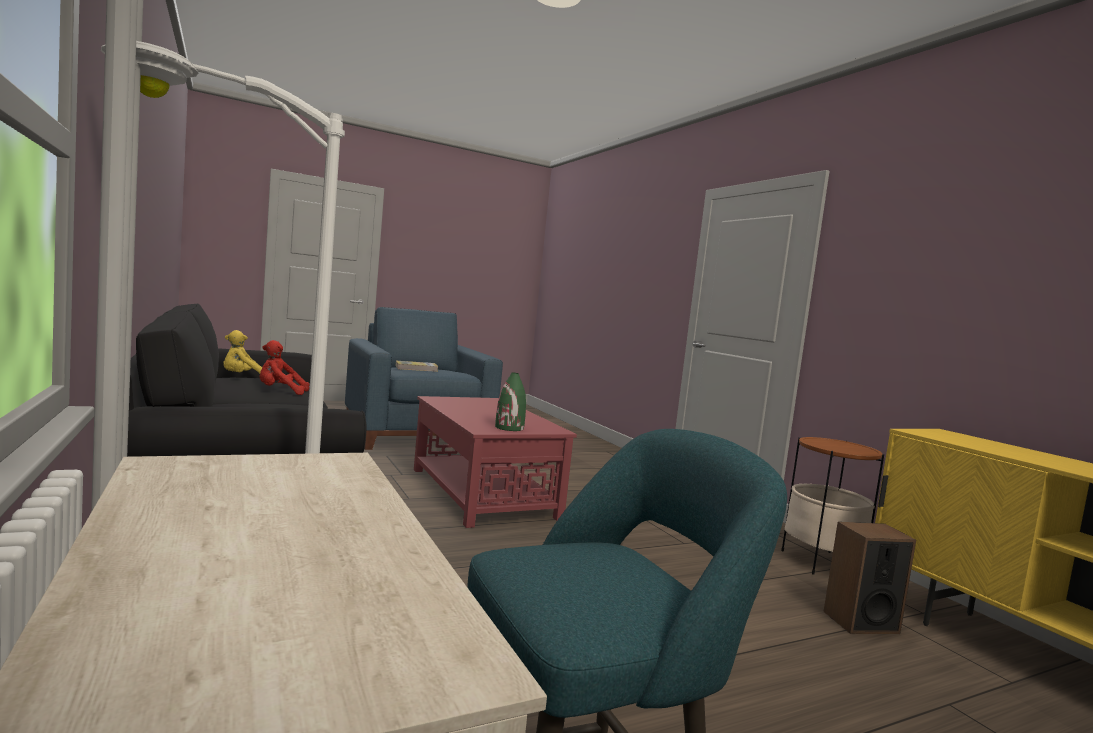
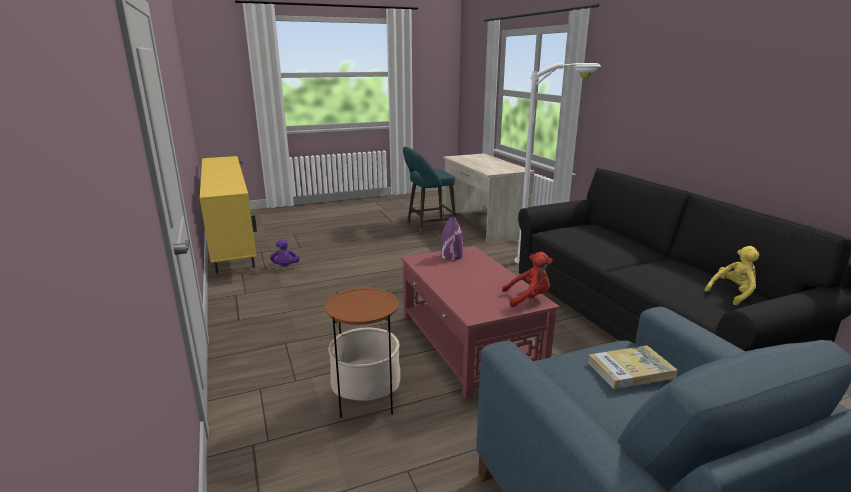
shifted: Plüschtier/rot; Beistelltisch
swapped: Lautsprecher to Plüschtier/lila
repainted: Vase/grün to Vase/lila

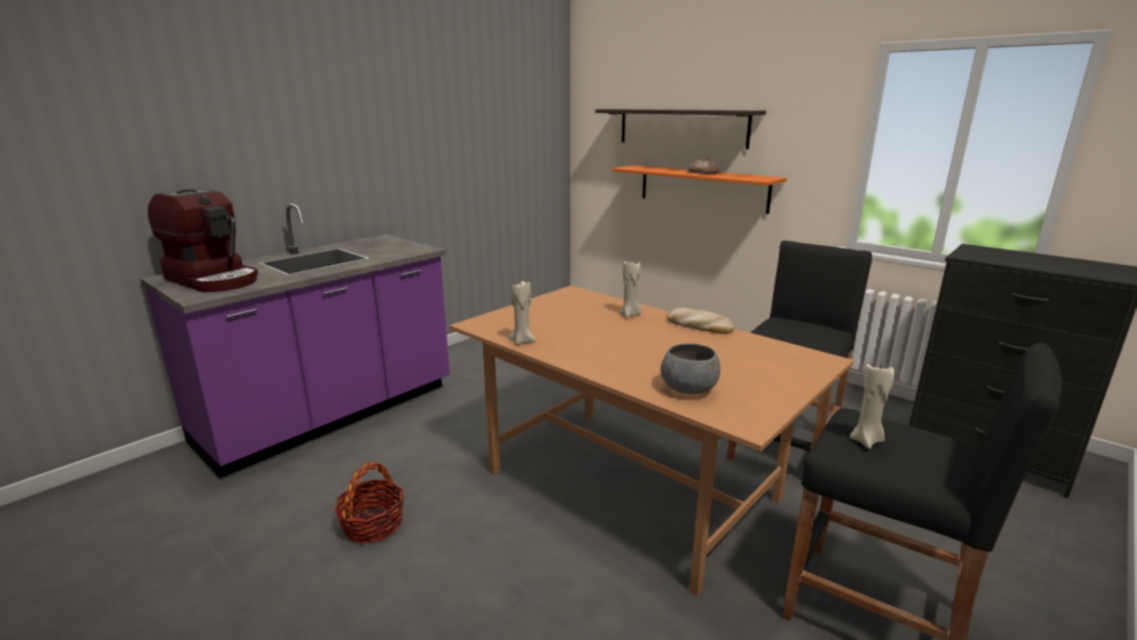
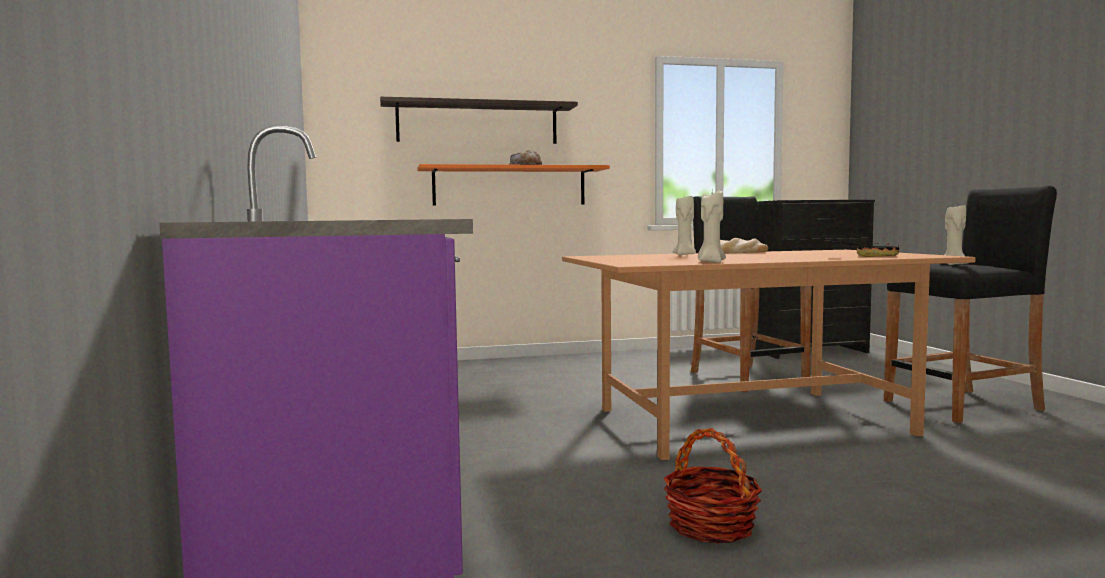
gone: Kaffeemaschine
swapped: Schüssel/grau to Pfanne

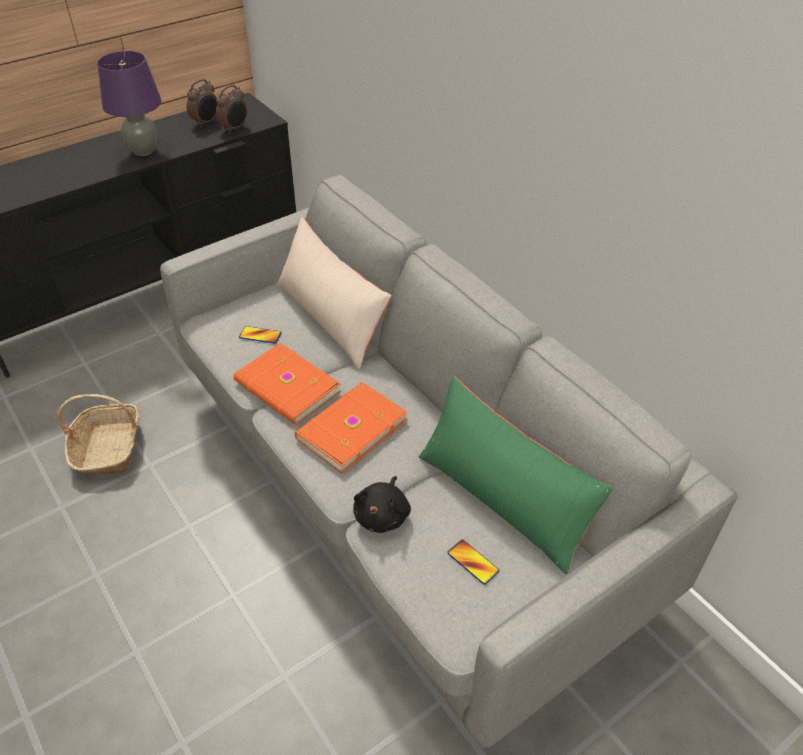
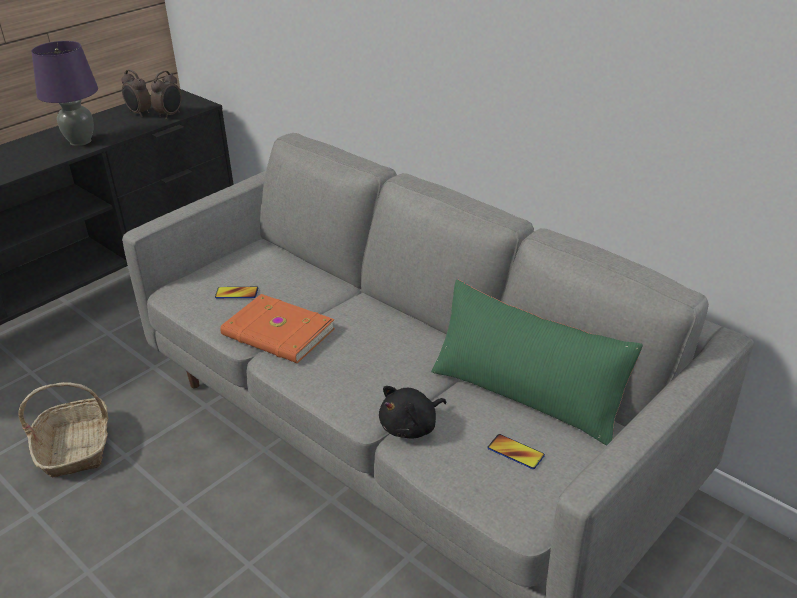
gone: Kissen/beige; Buch/orange (no. 2 from left)
rotated: Wecker (no. 1 from left) 105 degrees clockwise; Plüschtier/schwarz 45 degrees clockwise

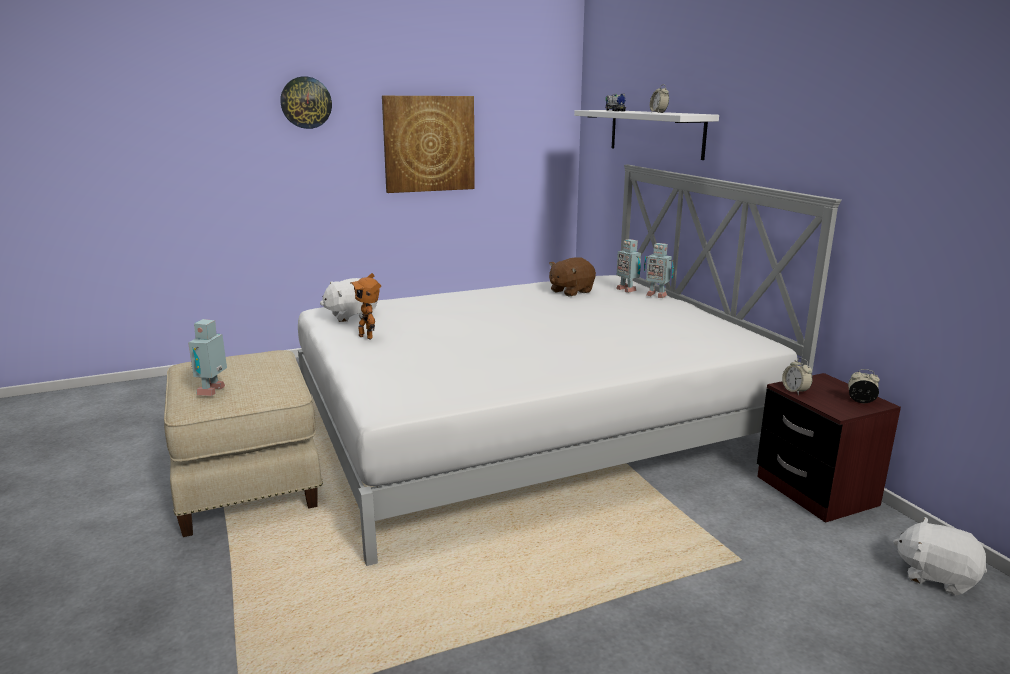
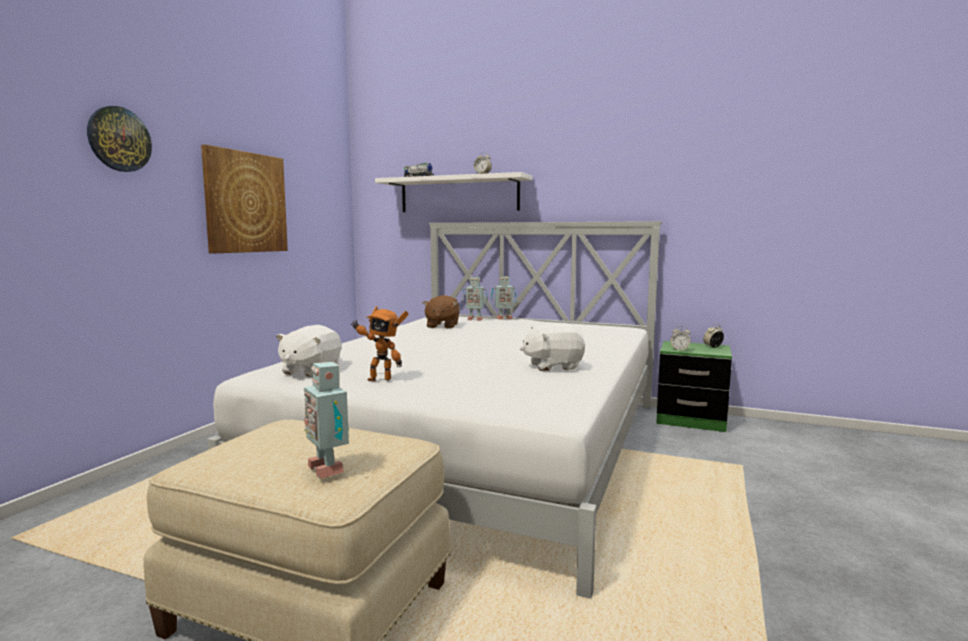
shifted: Plüschtier/weiß (no. 2 from left)
repainted: Nachttisch/braun to Nachttisch/grün

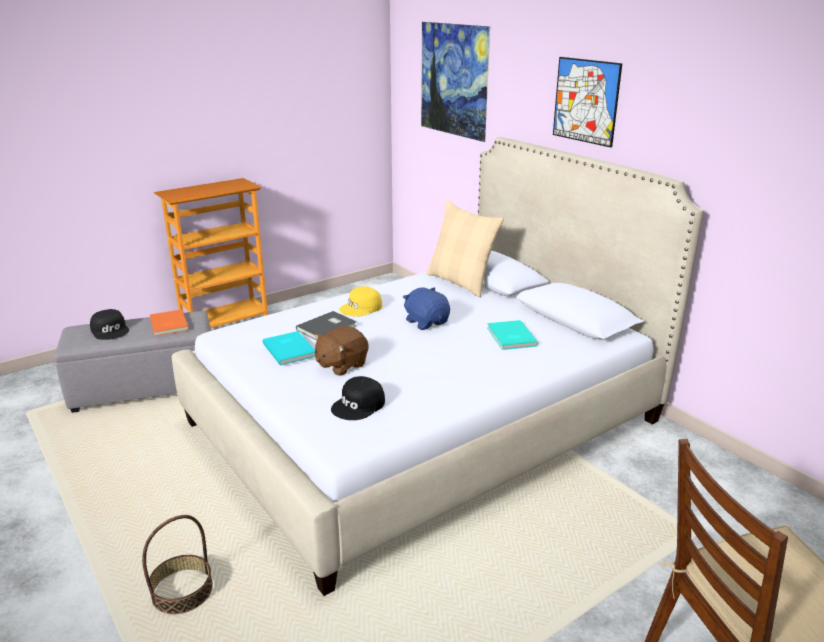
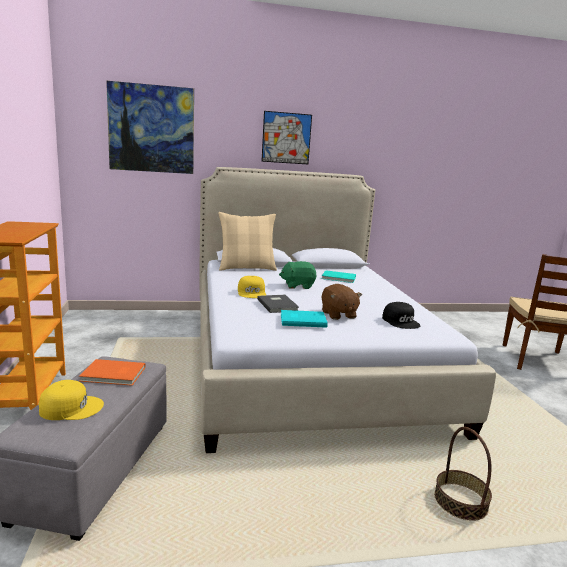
repainted: Kappe/schwarz (no. 1 from left) to Kappe/gelb (no. 1 from left); Plüschtier/blau to Plüschtier/grün

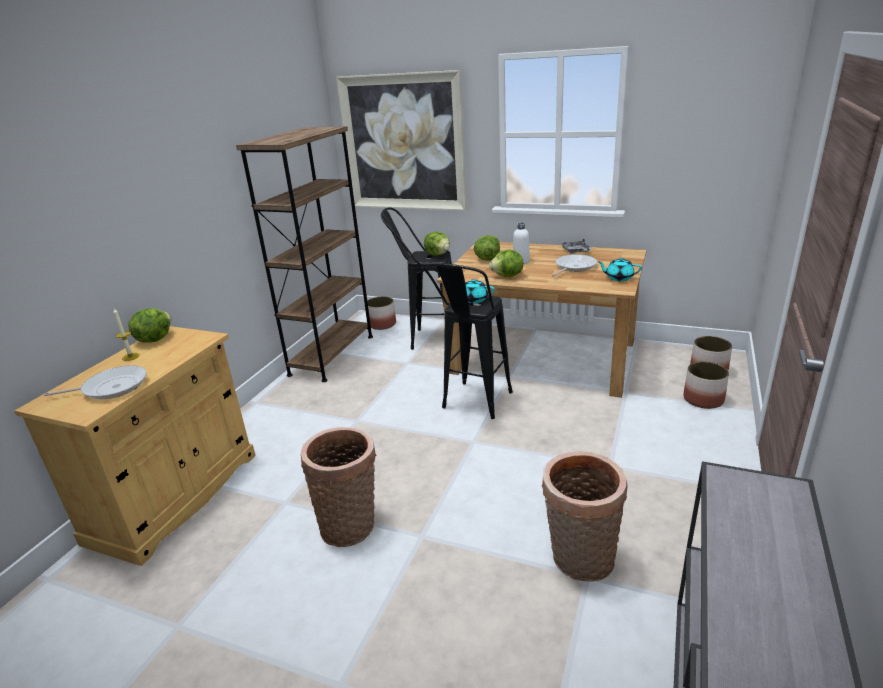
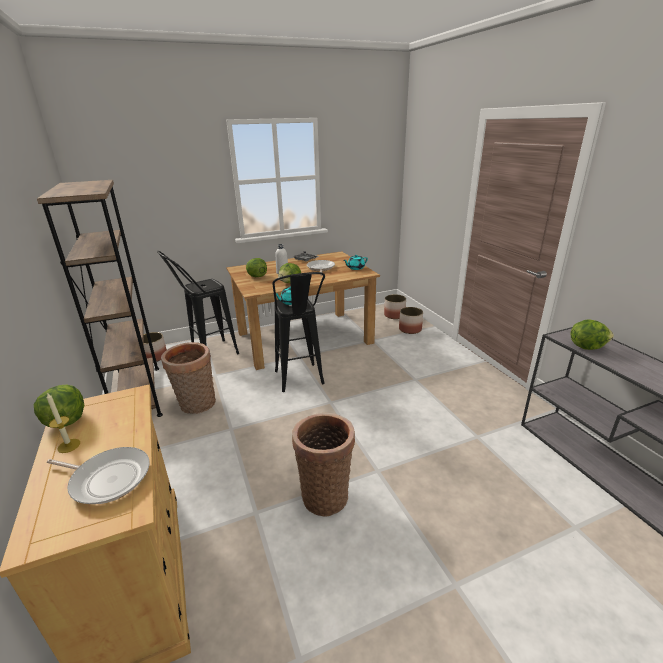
gone: Bild
shifted: Salatkopf (no. 2 from left in the first image) to Salatkopf (no. 4 from left); Korb (no. 2 from left in the first image) to Korb (no. 1 from left)
rotated: Pfanne (no. 1 from left) 75 degrees clockwise

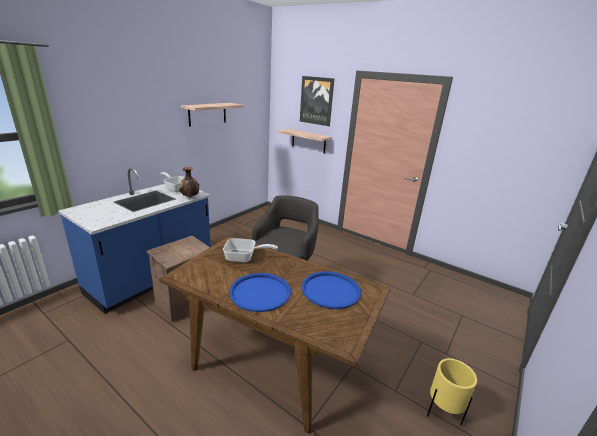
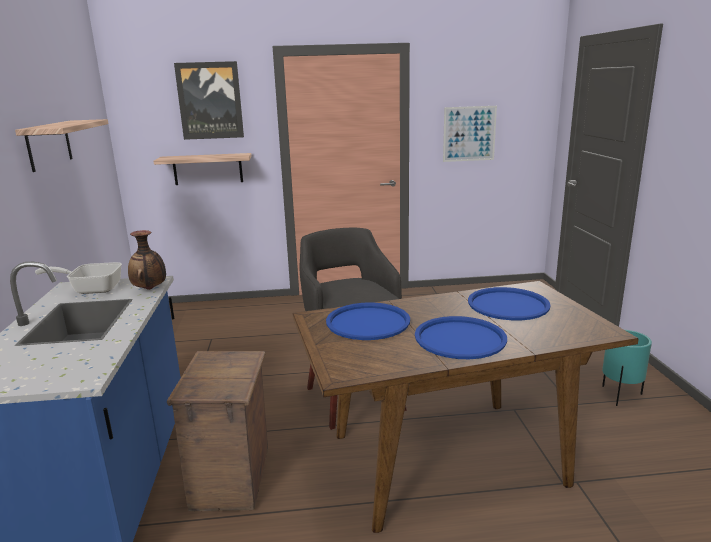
new: Bild (no. 2 from left)
swapped: Pfanne (no. 2 from left) to Tablett/blau (no. 1 from left)
repainted: Pflanzkübel/gelb to Pflanzkübel/türkis

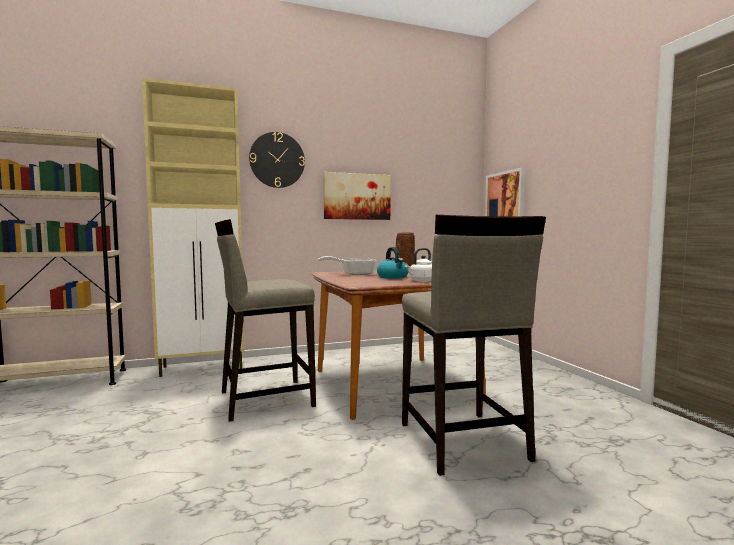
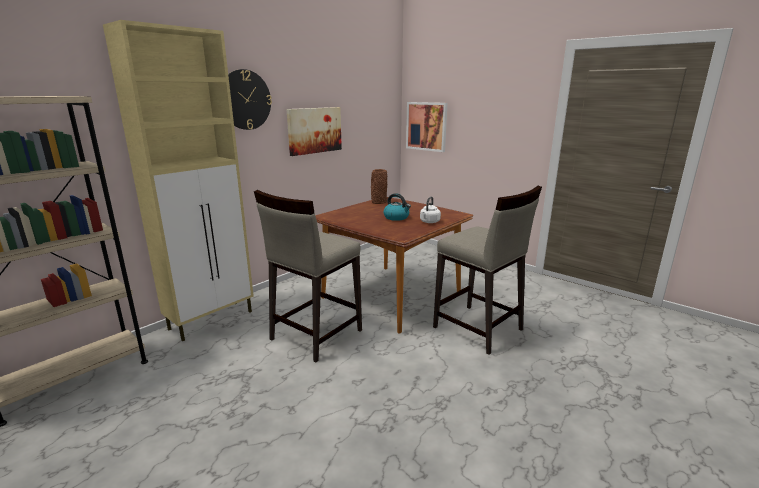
gone: Pfanne

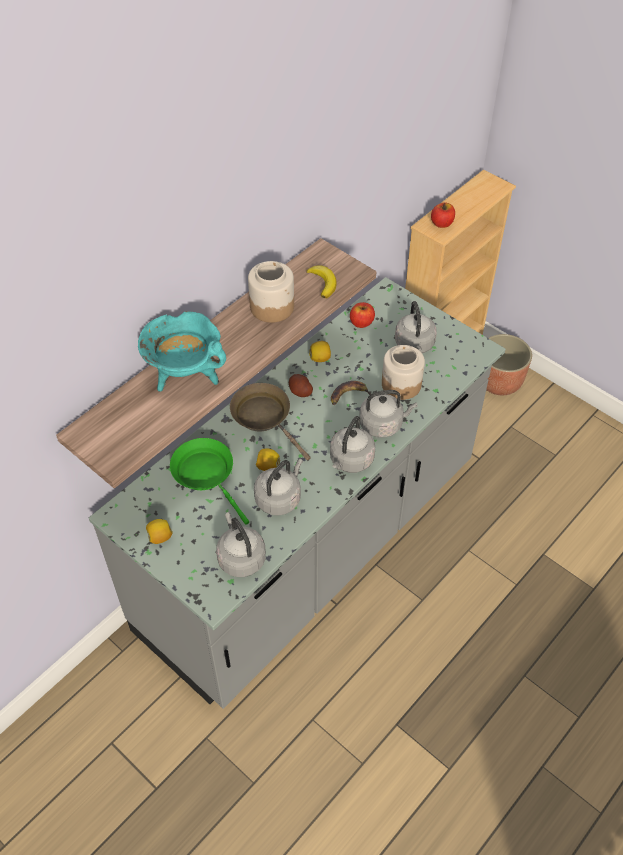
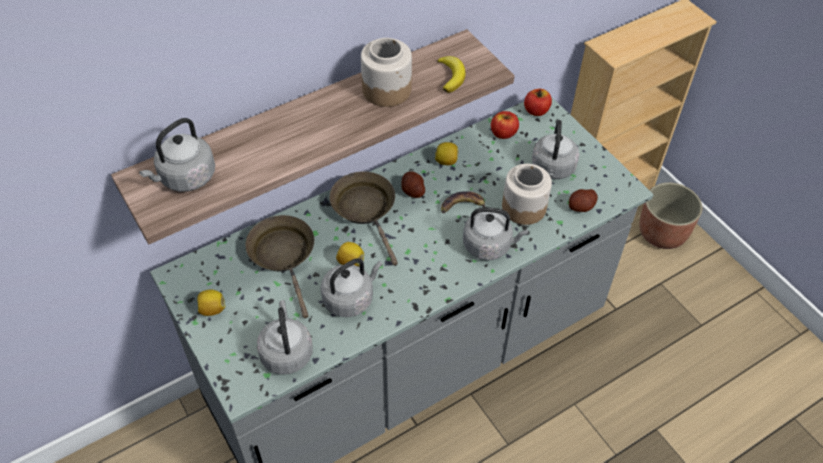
gone: Kochtopf/türkis
new: Kartoffel (no. 2 from left)
shifted: Wasserkessel/grau (no. 3 from left in the first image) to Wasserkessel/grau (no. 1 from left); Apfel (no. 2 from left)
repainted: Pfanne/grün to Pfanne/braun (no. 1 from left)

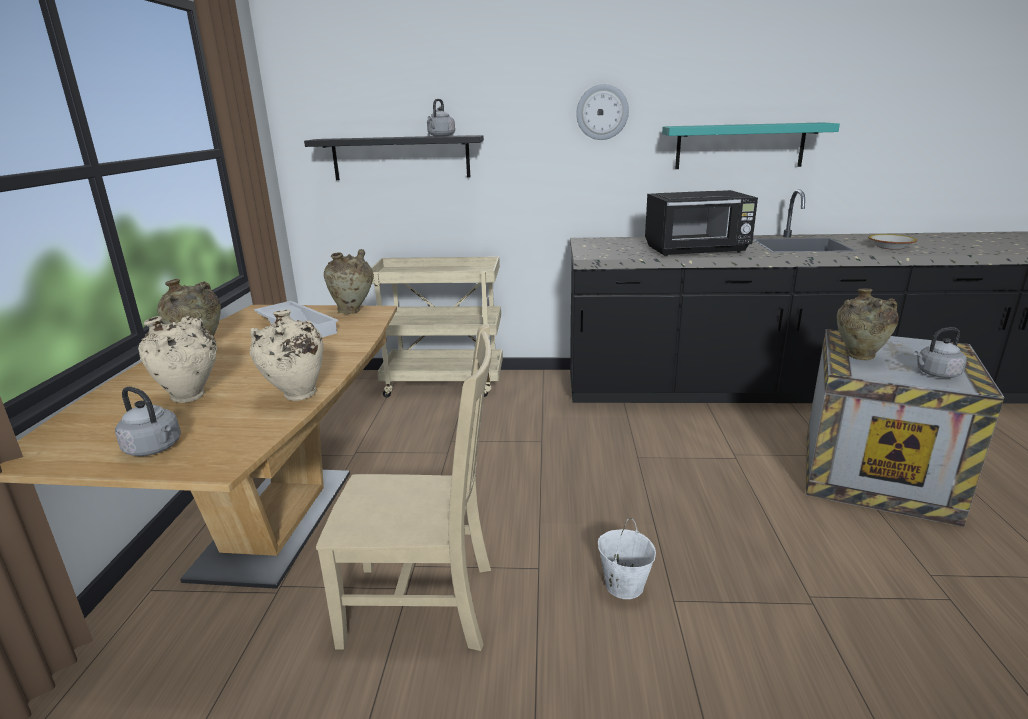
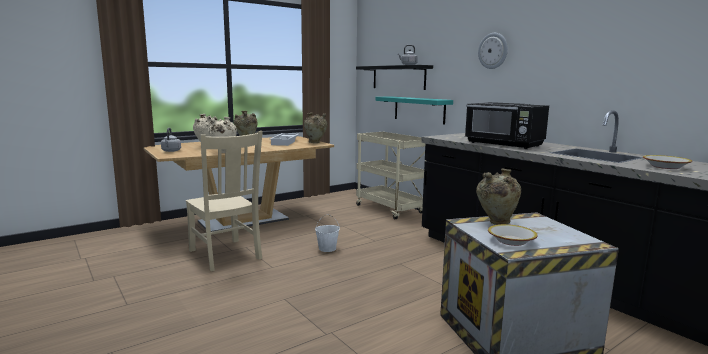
shifted: Eimer/weiß; Wandregal/türkis
swapped: Wasserkessel/grau (no. 3 from left) to Schüssel (no. 1 from left)

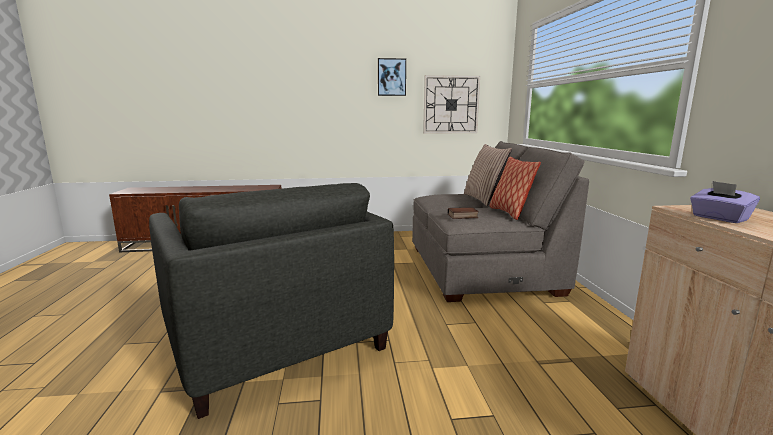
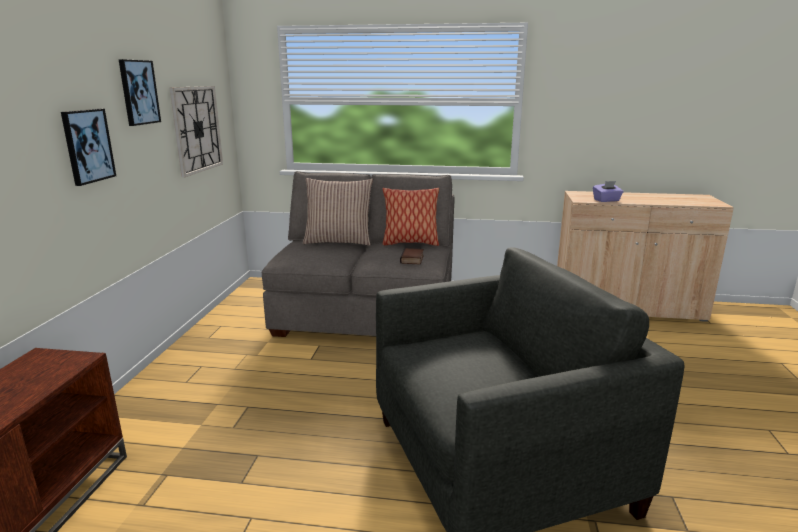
new: Bild (no. 1 from left)

